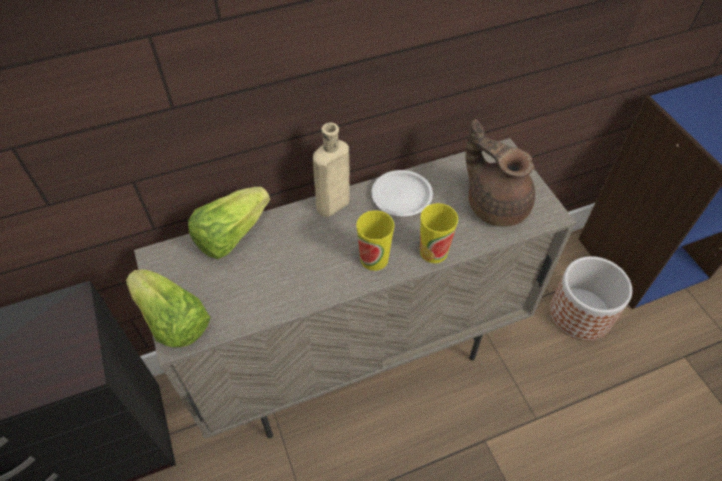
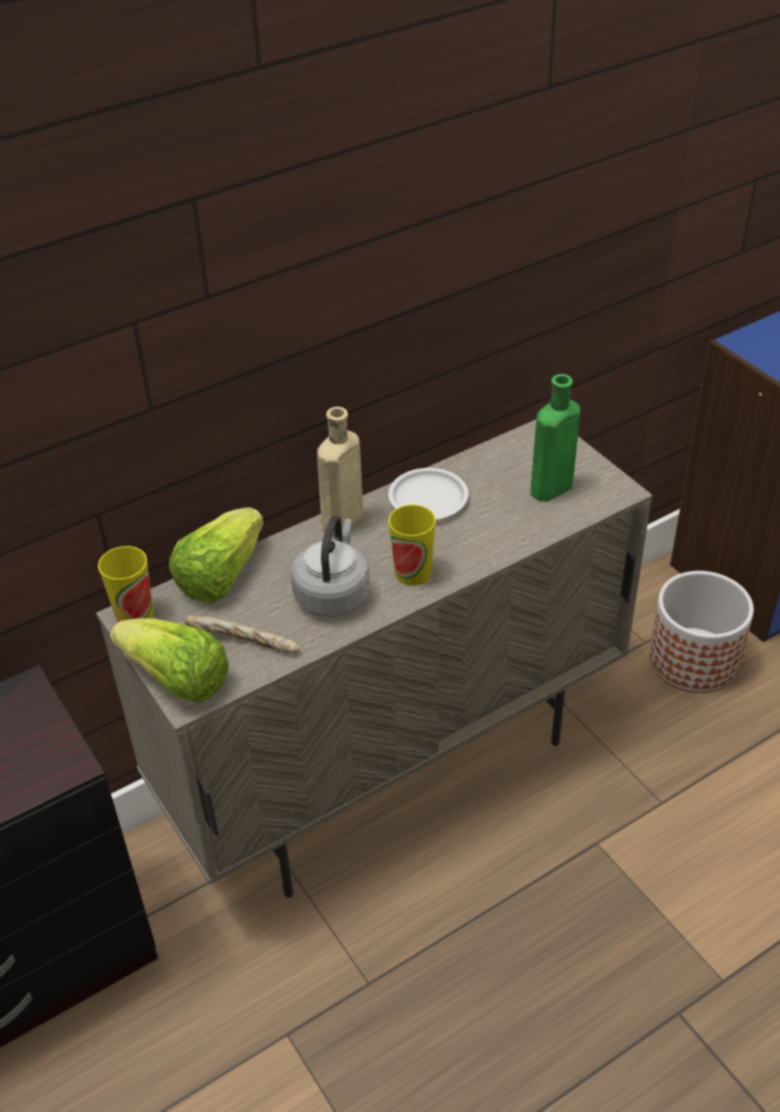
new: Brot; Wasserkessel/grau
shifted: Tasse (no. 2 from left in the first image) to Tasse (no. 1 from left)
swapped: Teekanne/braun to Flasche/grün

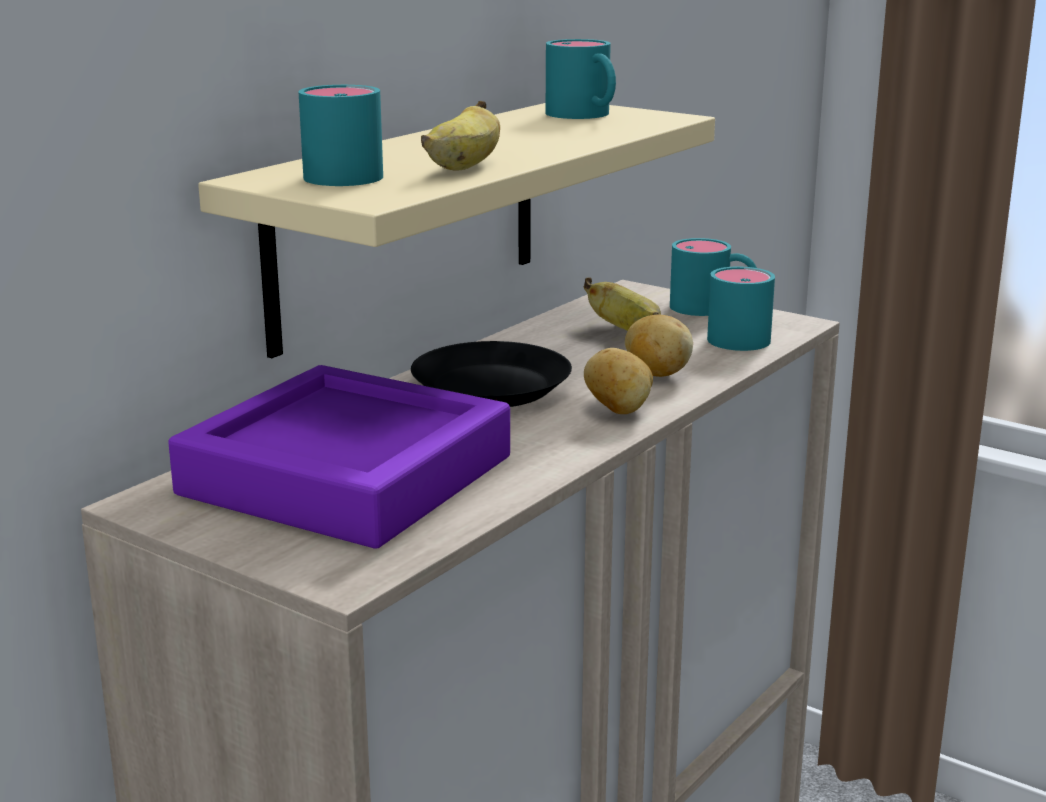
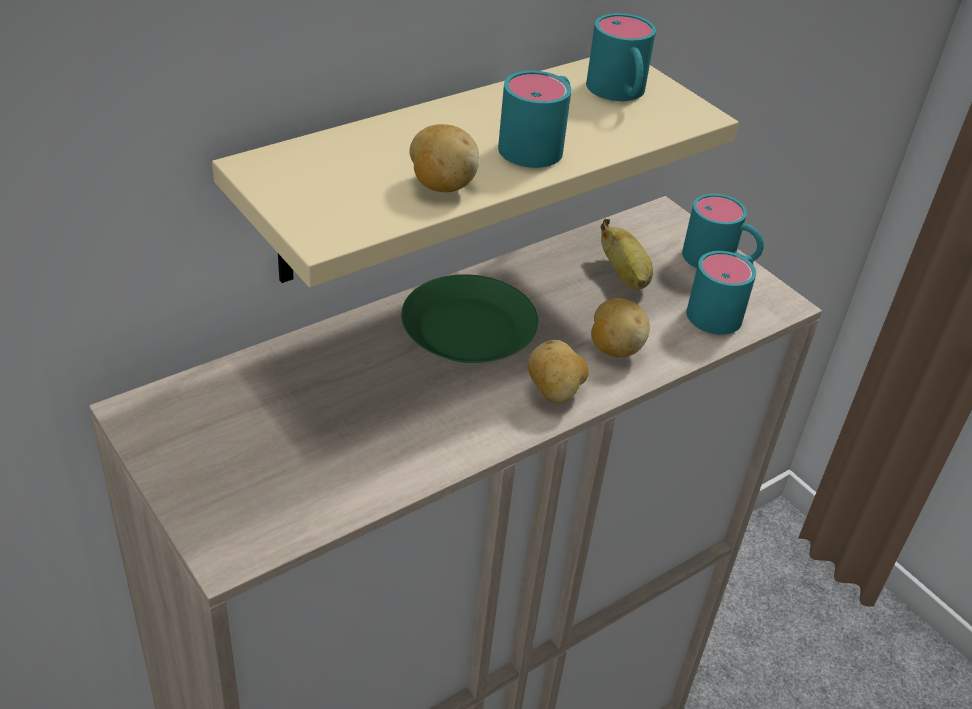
gone: Tablett/lila
shifted: Henkelbecher/türkis (no. 1 from left)
swapped: Banane (no. 1 from left) to Kartoffel (no. 1 from left)
repainted: Teller/schwarz to Teller/grün

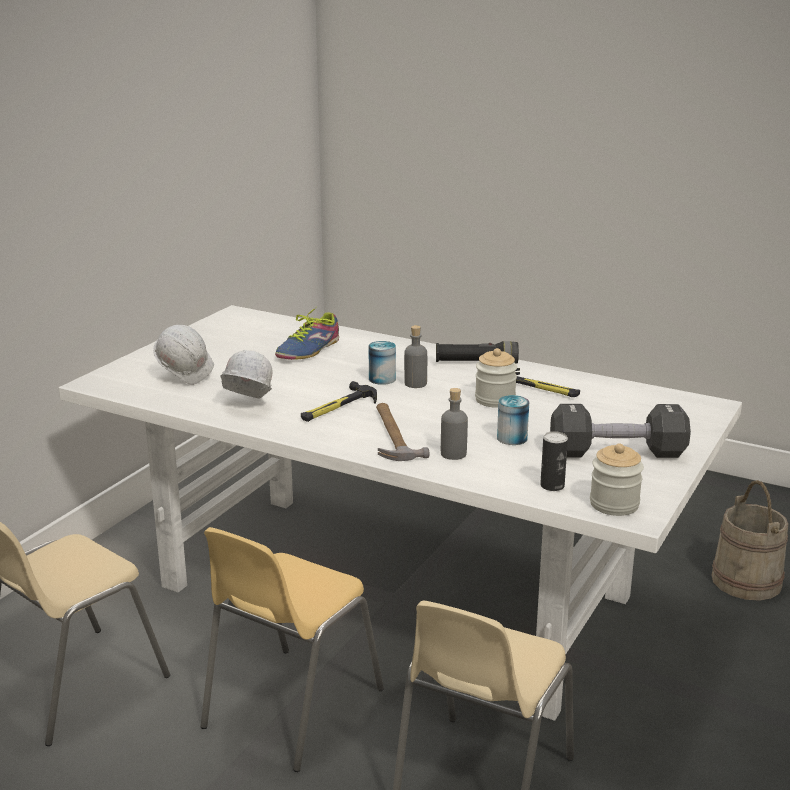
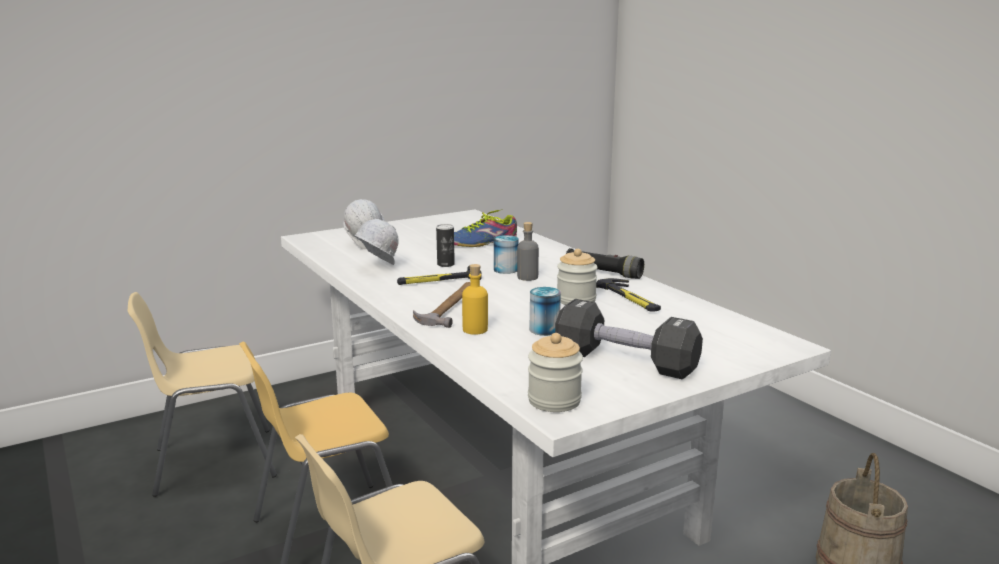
shifted: Dose (no. 3 from left in the first image) to Dose (no. 1 from left)
repainted: Flasche/grau (no. 2 from left) to Flasche/gelb

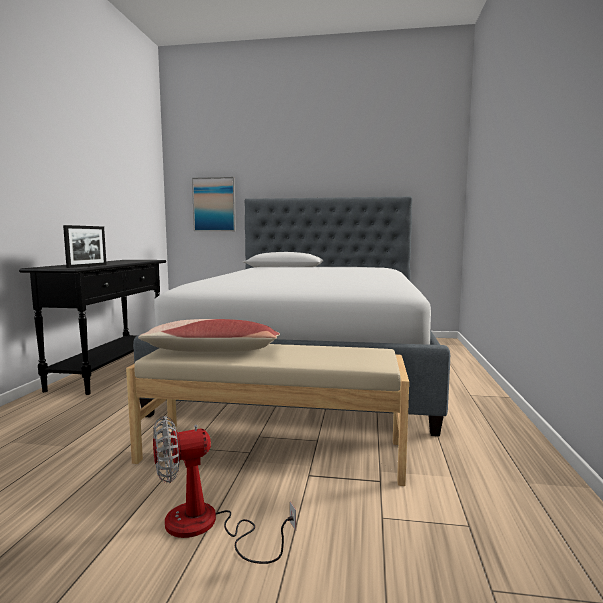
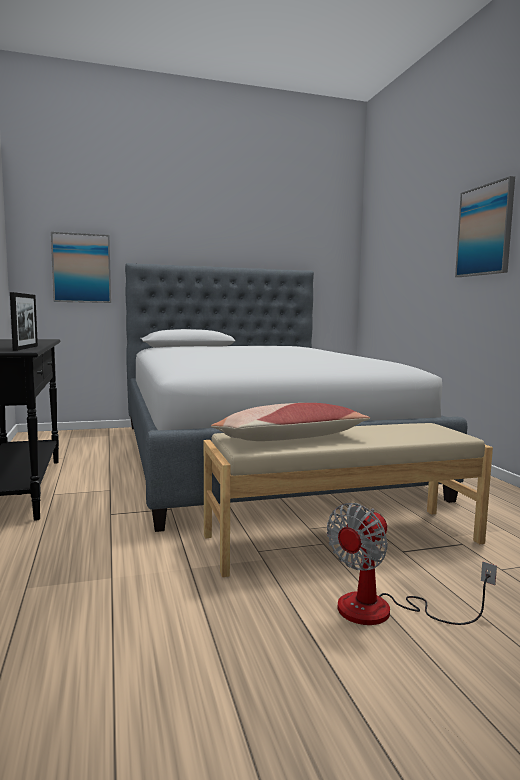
new: Bild (no. 2 from left)

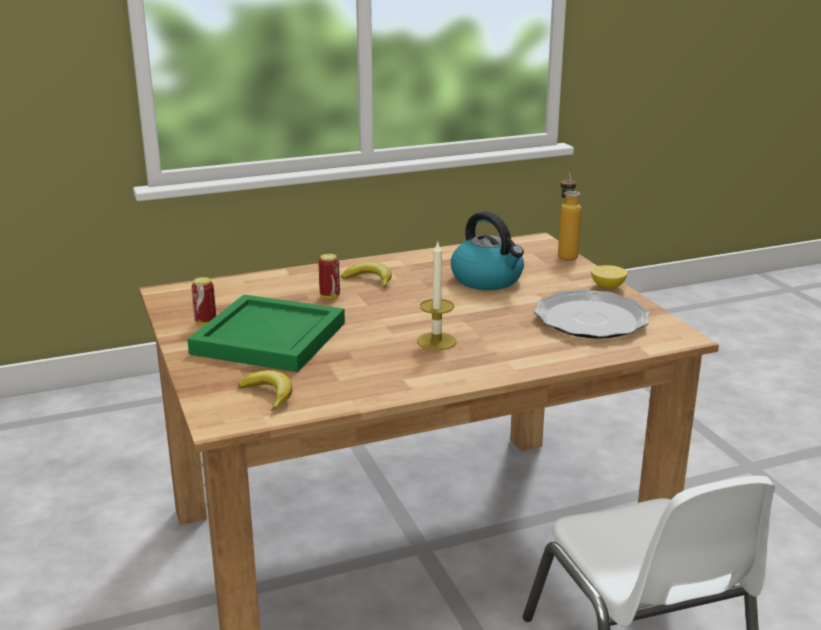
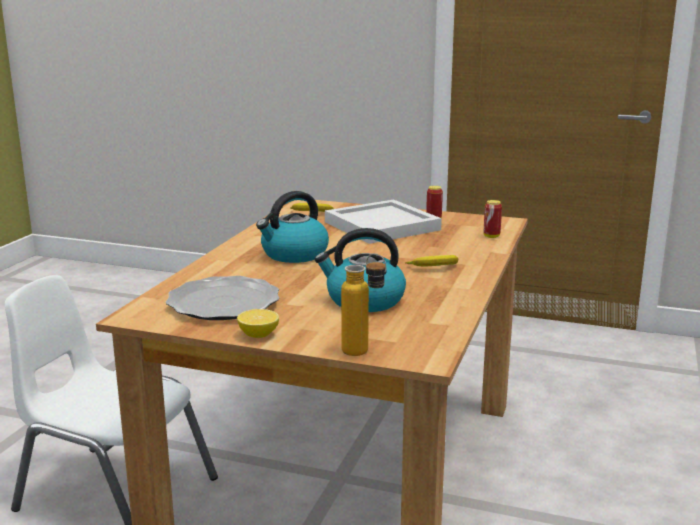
shifted: Dose (no. 2 from left)
swapped: Kerze to Wasserkessel (no. 1 from left)
repainted: Tablett/grün to Tablett/weiß

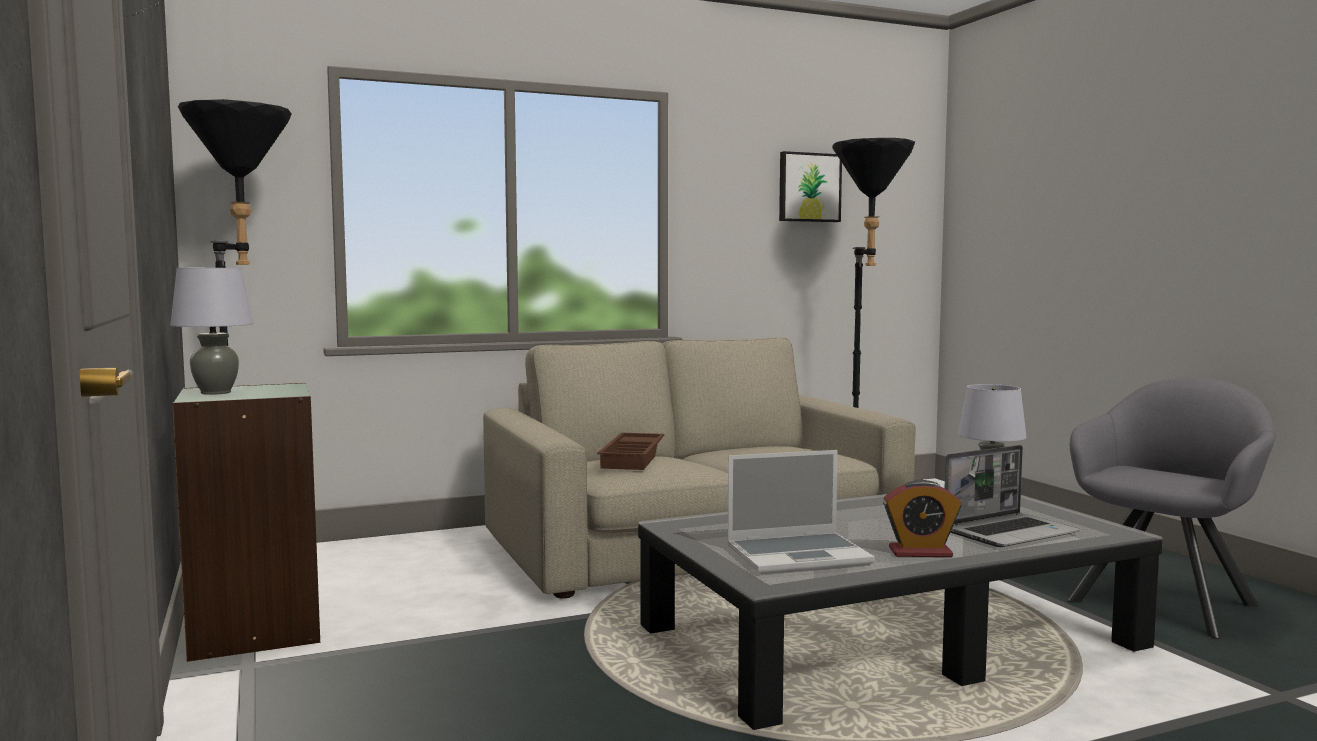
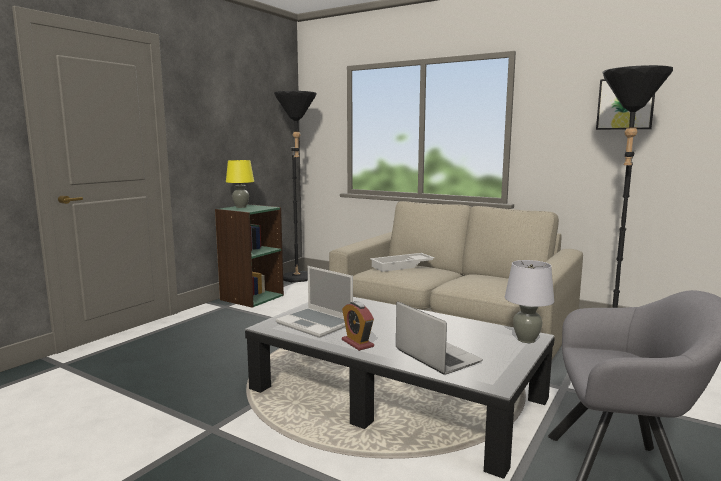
repainted: Tischlampe/grau (no. 1 from left) to Tischlampe/gelb; Tablett/braun to Tablett/weiß
rotated: Laptop (no. 2 from left) 150 degrees counterclockwise

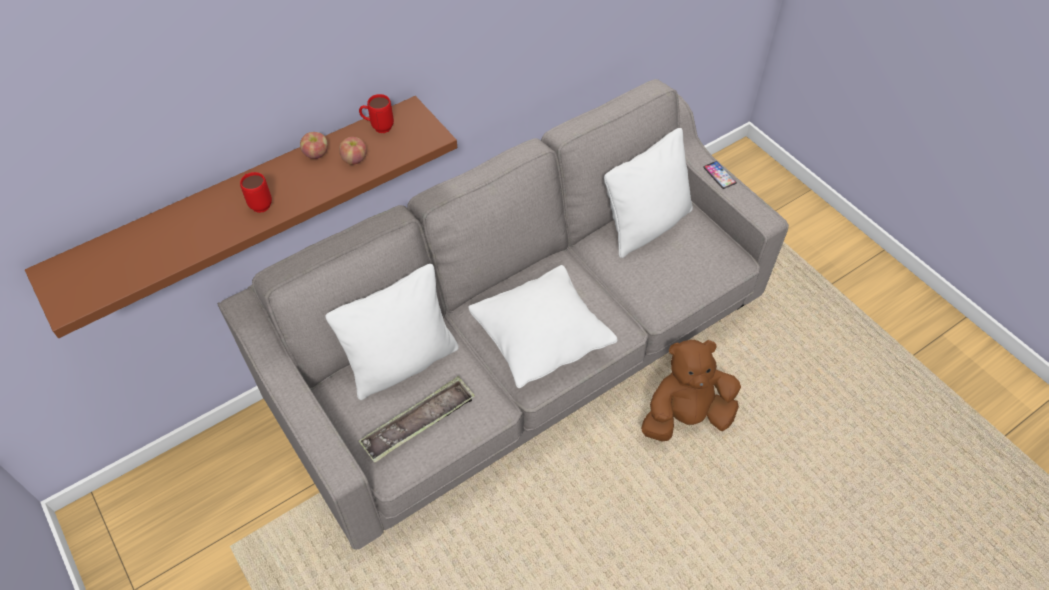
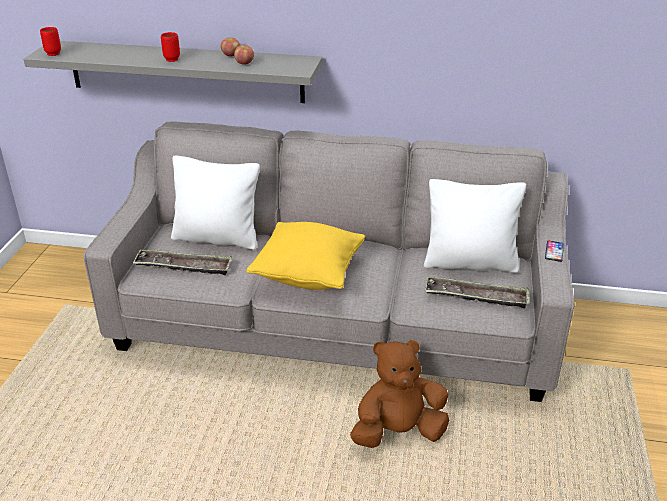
new: Tablett (no. 2 from left)
shifted: Henkelbecher/rot (no. 2 from left in the first image) to Henkelbecher/rot (no. 1 from left)
repainted: Wandregal/braun to Wandregal/grau; Kissen/weiß (no. 2 from left) to Kissen/gelb
rotated: Plüschtier/braun 45 degrees counterclockwise

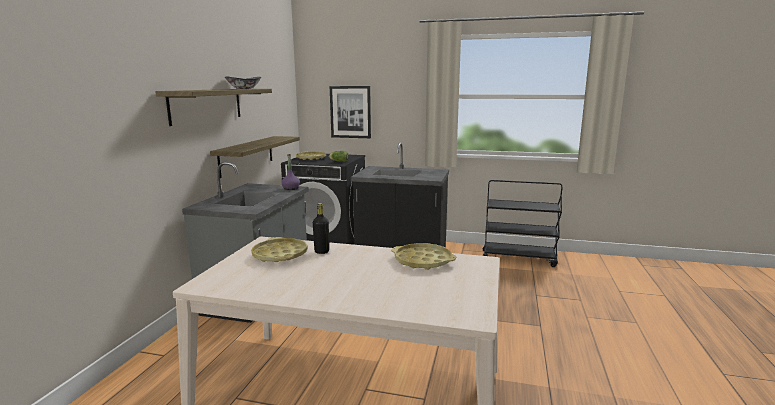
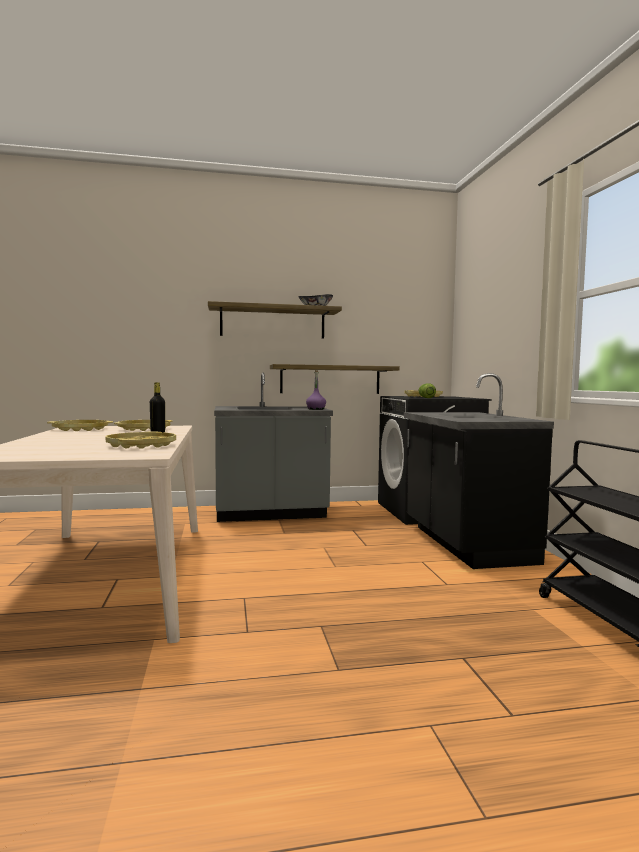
gone: Bild
new: Tablett/gelb (no. 1 from left)

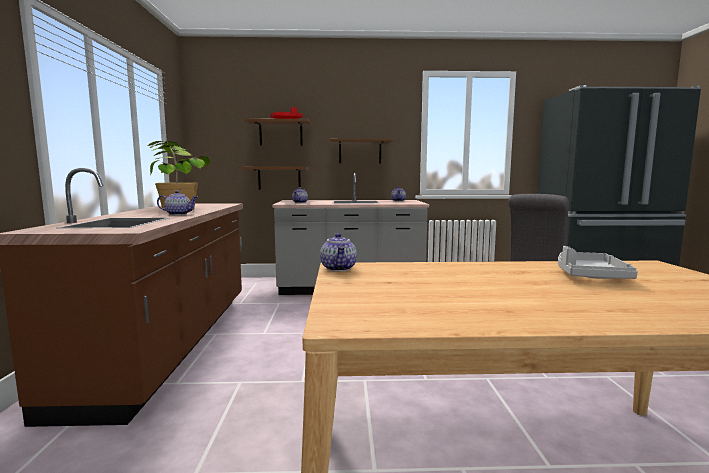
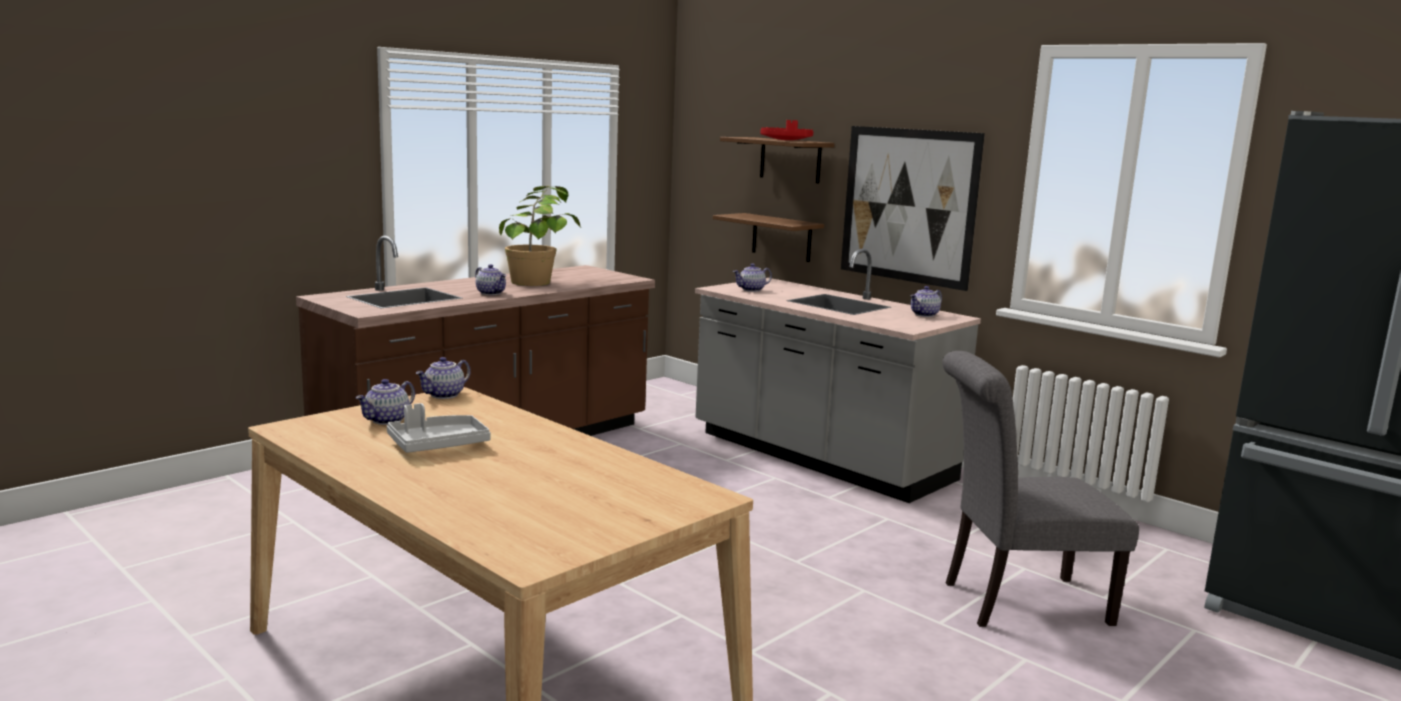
new: Teekanne (no. 1 from left)
shifted: Tablett/grau
swapped: Wandregal/braun (no. 3 from left) to Bild

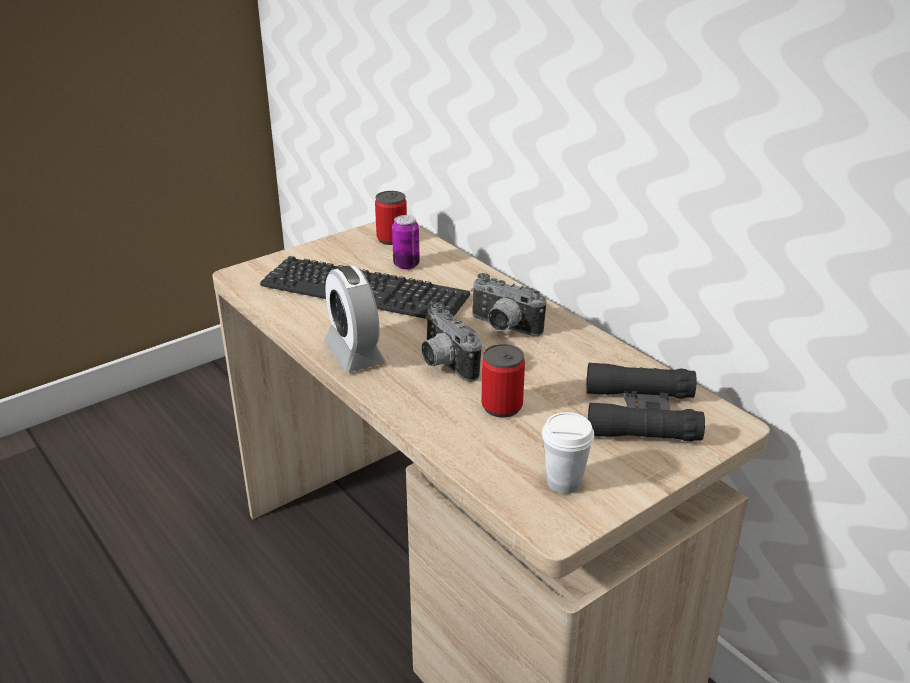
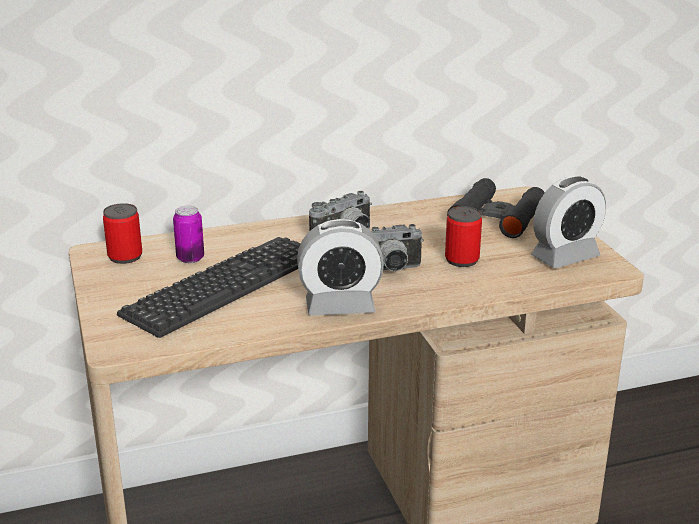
swapped: Tasse/weiß to Wecker (no. 2 from left)

